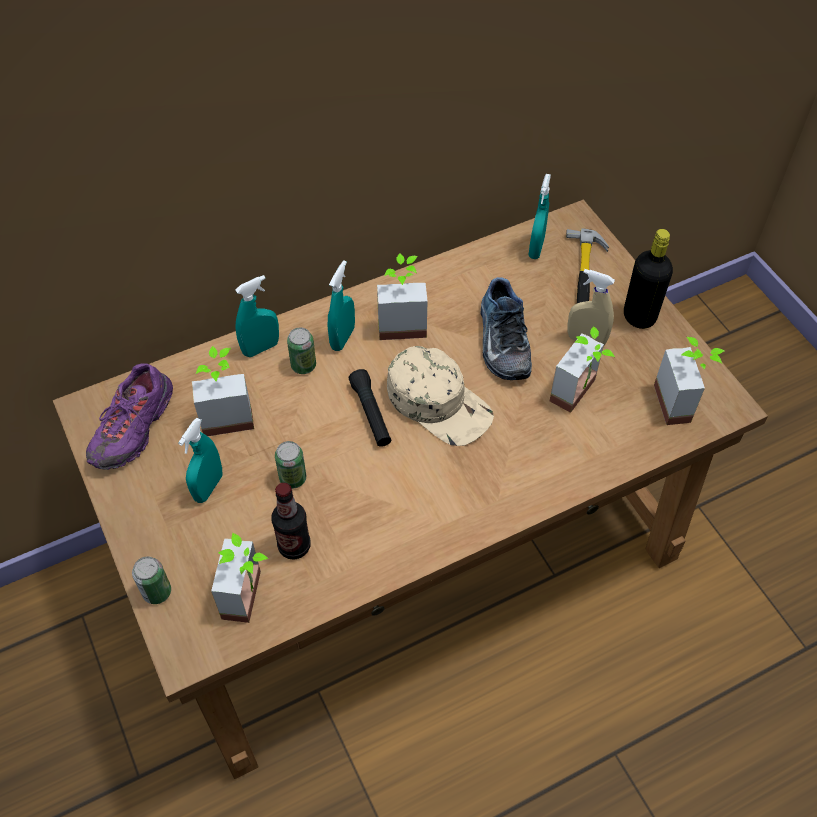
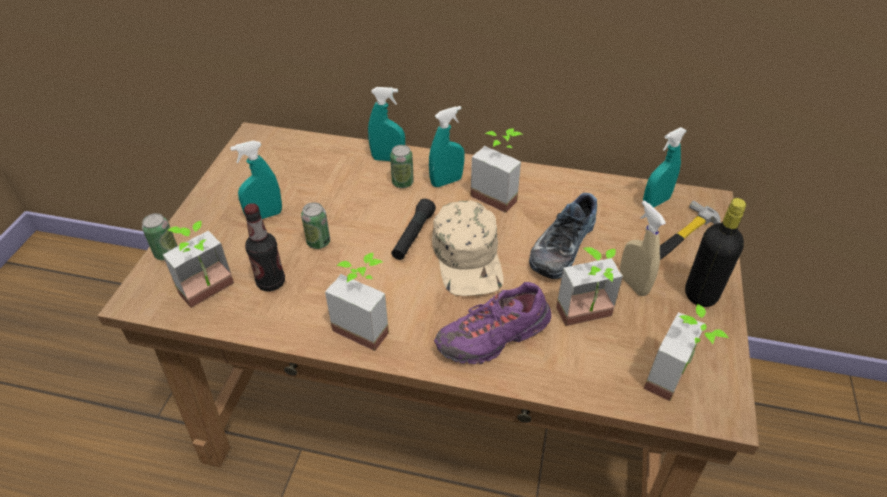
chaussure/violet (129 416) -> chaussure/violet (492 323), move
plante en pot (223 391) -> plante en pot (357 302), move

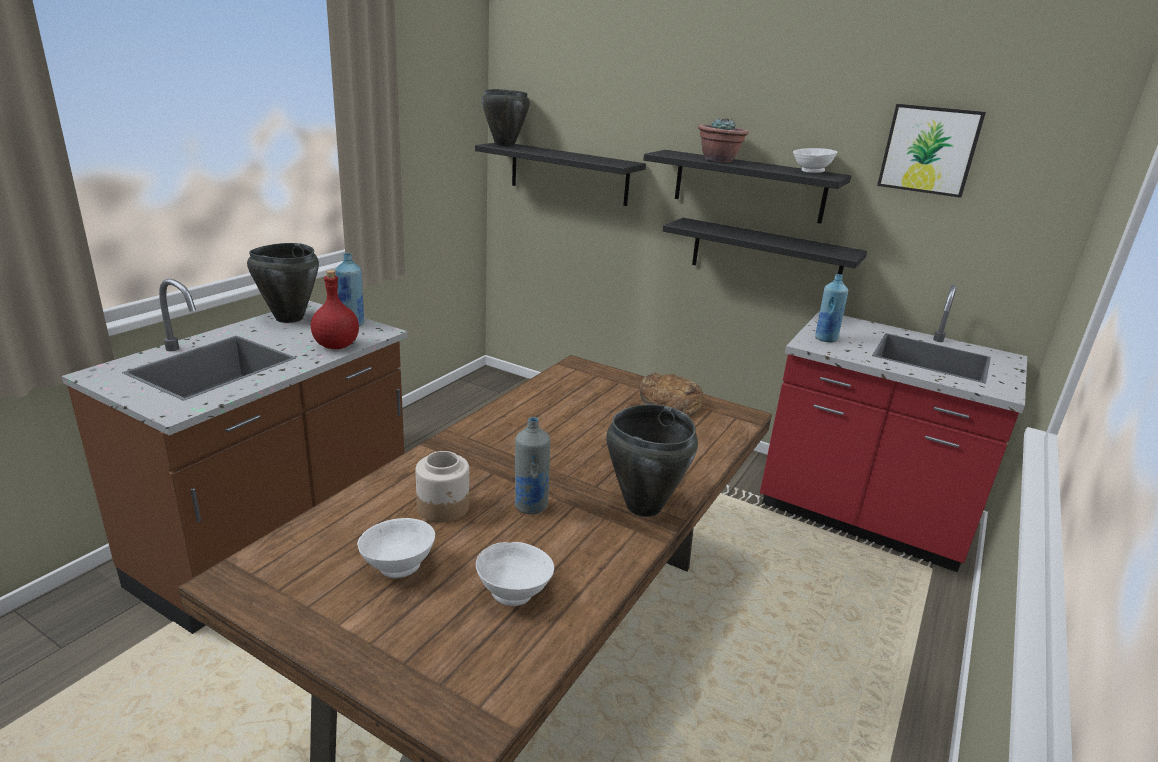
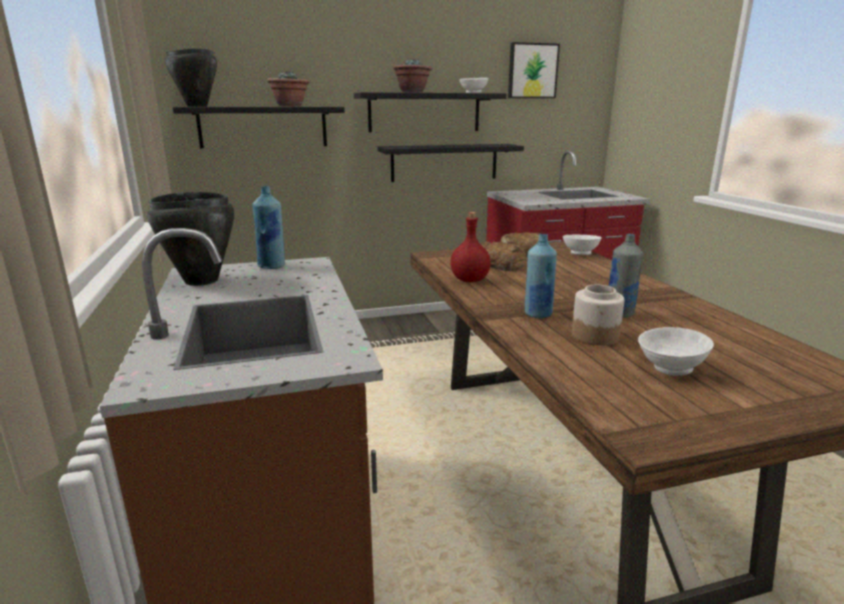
marmite/noir (652 460) -> none
none -> plante en pot (288 88)
none -> pain (503 256)
bouteille/rouge (335 309) -> bouteille/rouge (470 247), move
bol/blanc (515 574) -> bol/blanc (582 245), move
bouteille/bleu (831 308) -> bouteille/bleu (541 276), move

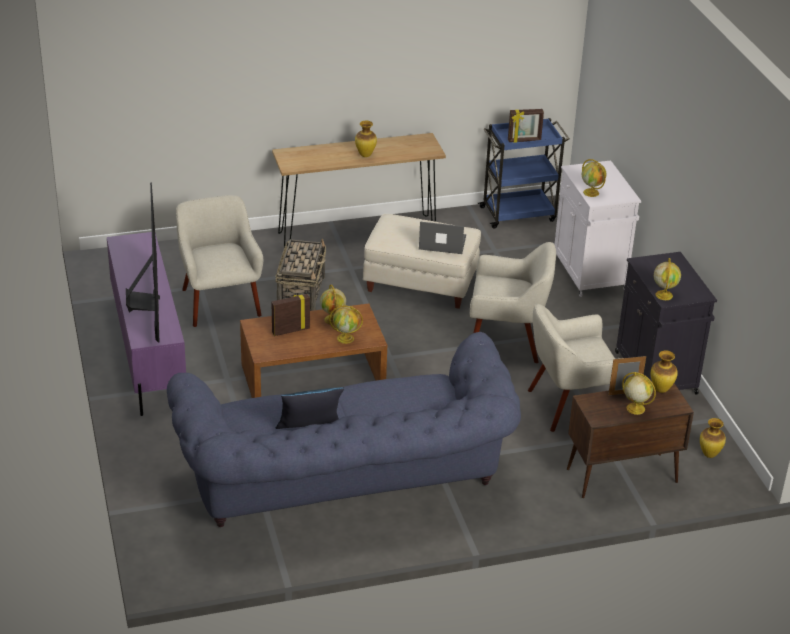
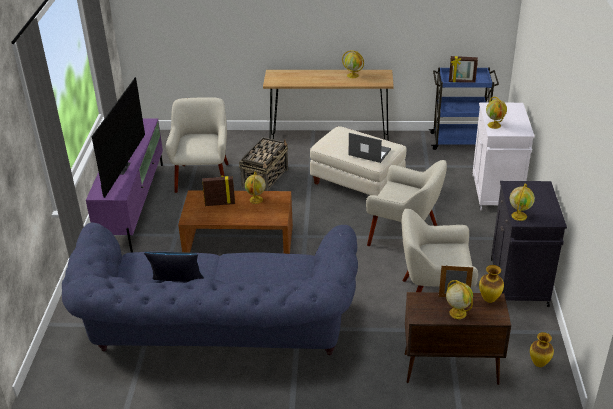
vase (366 139) -> none
globe (346 325) -> globe (353 64), move

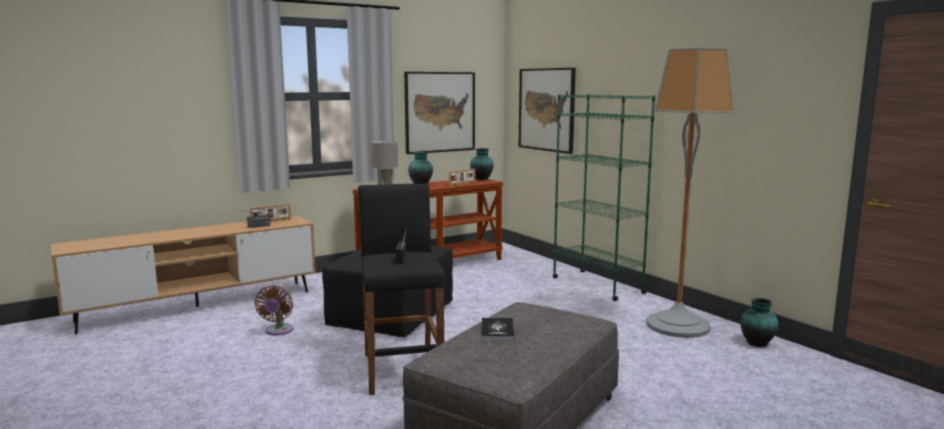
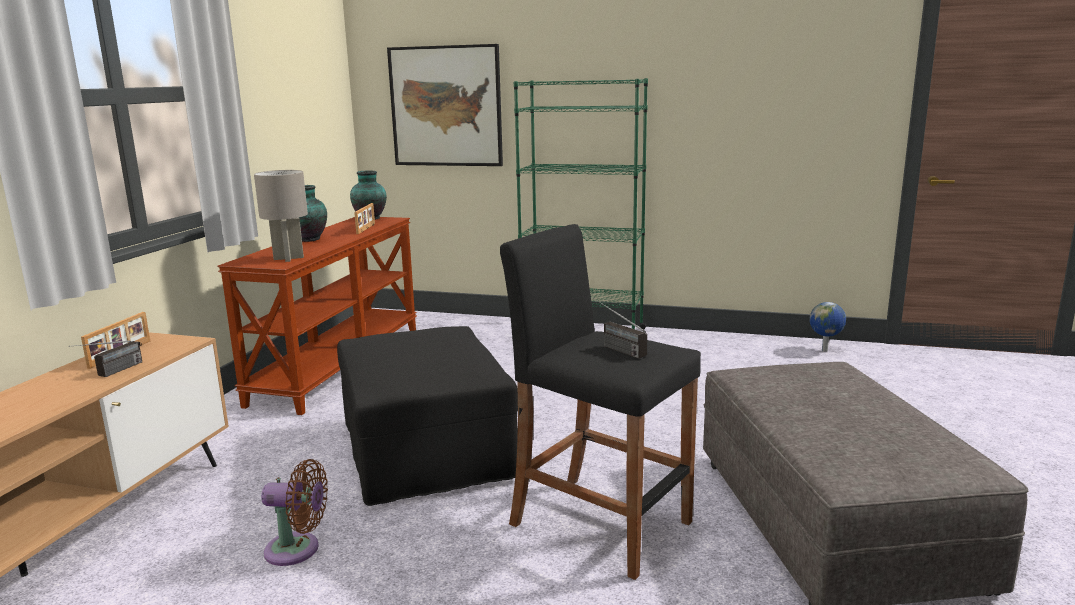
tableau (439 113) -> none
livre (498 329) -> none
lampadaire (690 193) -> none
vase (759 322) -> globe (827 327)
ventilateur/marron (274 310) -> ventilateur/marron (294 512), 45 degrees counterclockwise

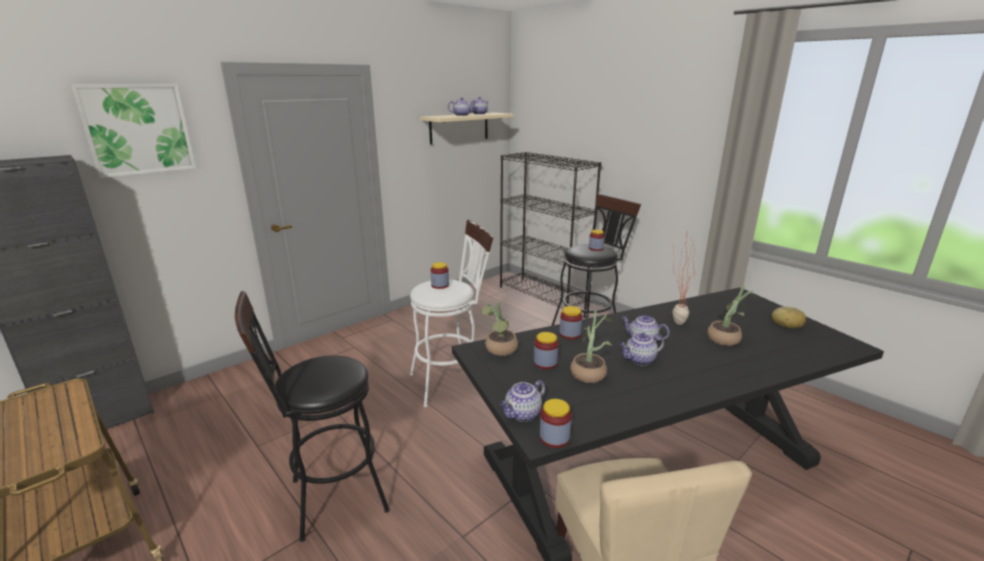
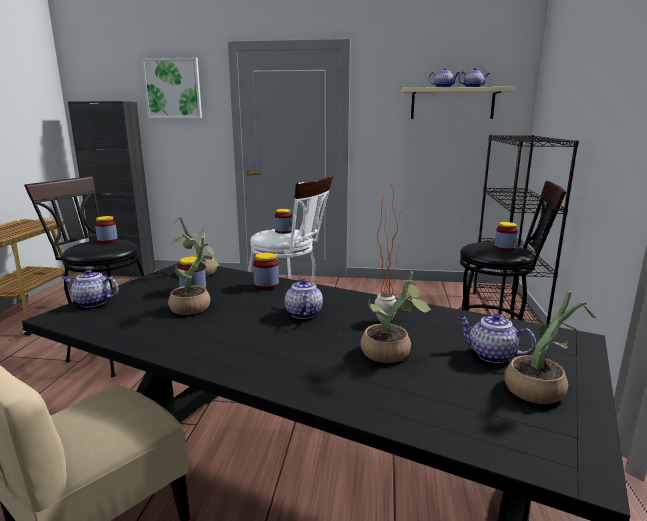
bocal (556 423) -> bocal (106 229), move
théière (642 349) -> théière (497 338), move
pain (788 317) -> plante en pot (550 347)

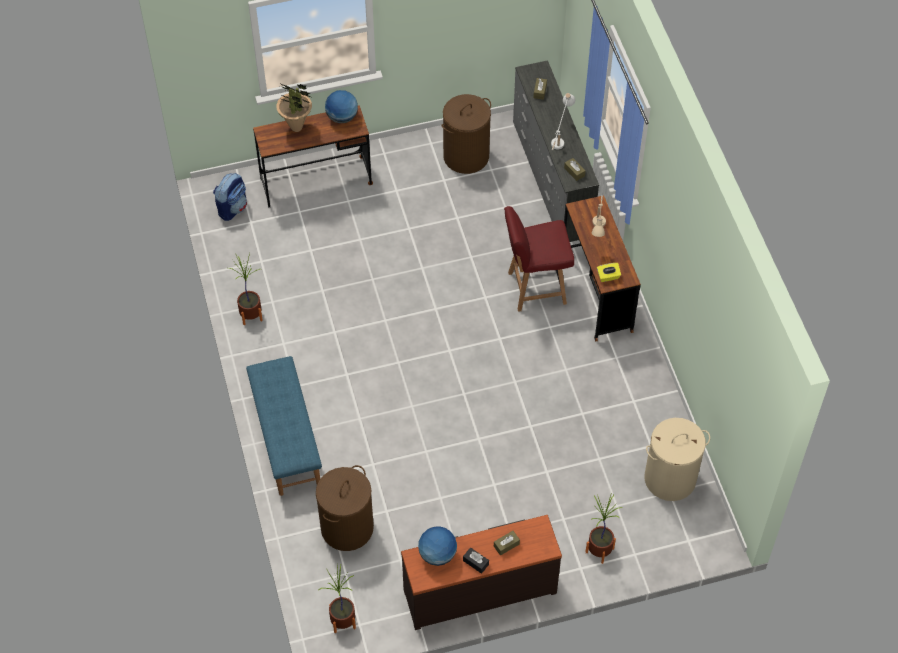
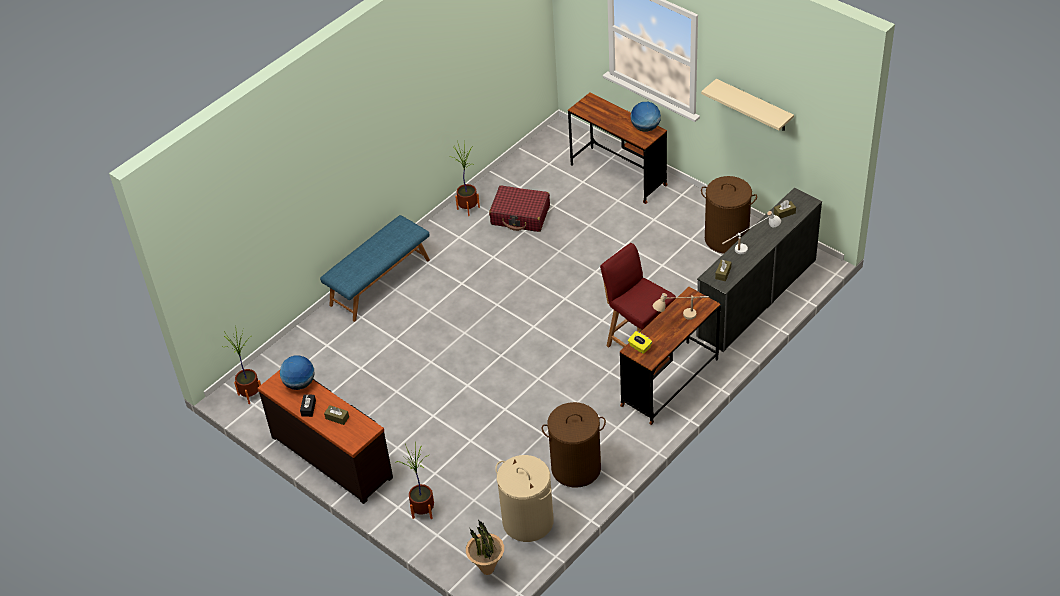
sac à dos (230 197) -> none
none -> valise/rouge (519 208)
none -> étagère/beige (747 105)
plante en pot (294 108) -> plante en pot (485 547), move
panier à linge/marron (345 508) -> panier à linge/marron (574 445), move

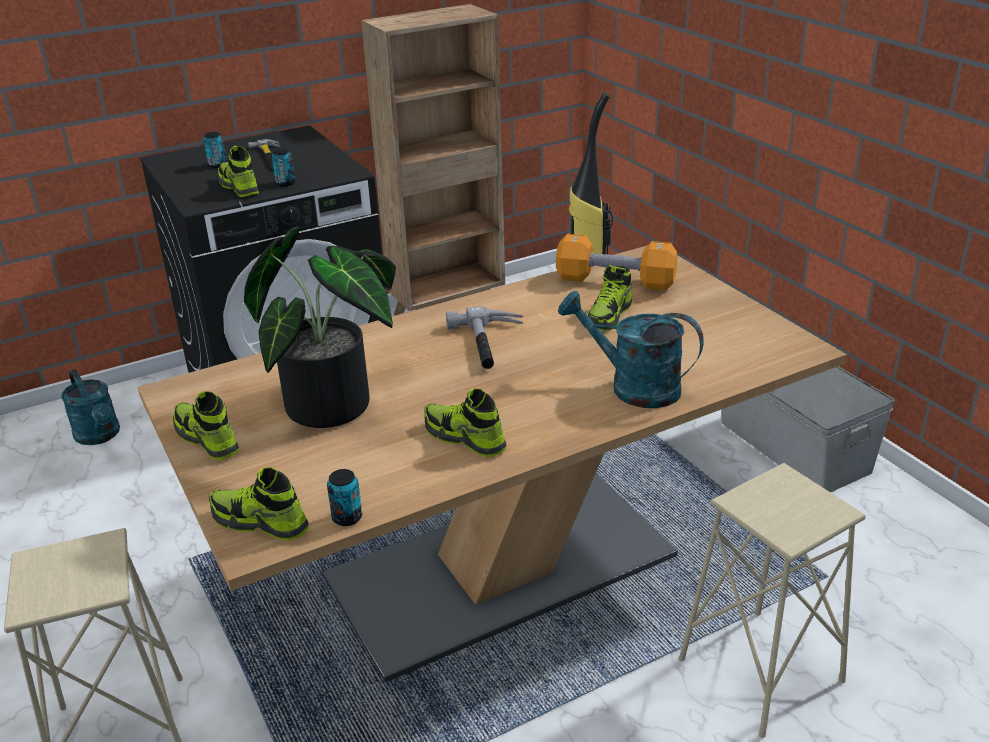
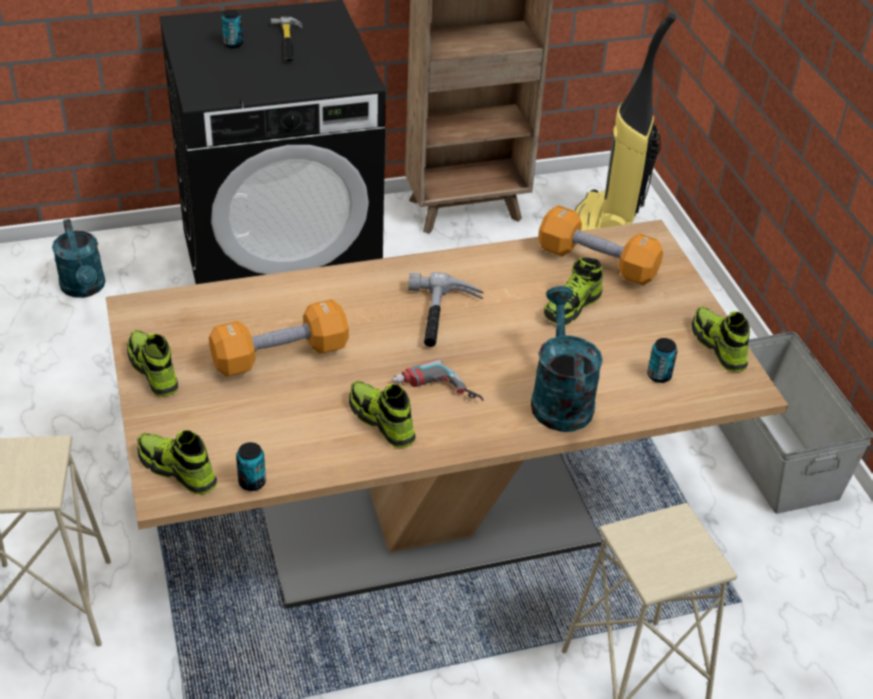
none -> perceuse (437 380)
chaussure (238 171) -> chaussure (720 339), move
boîte métallique (283 167) -> boîte métallique (662 360), move
plante en pot (320 327) -> haltère/orange (279 338)
arrosoir/turquoise (631 349) -> arrosoir/turquoise (567 359), 45 degrees clockwise

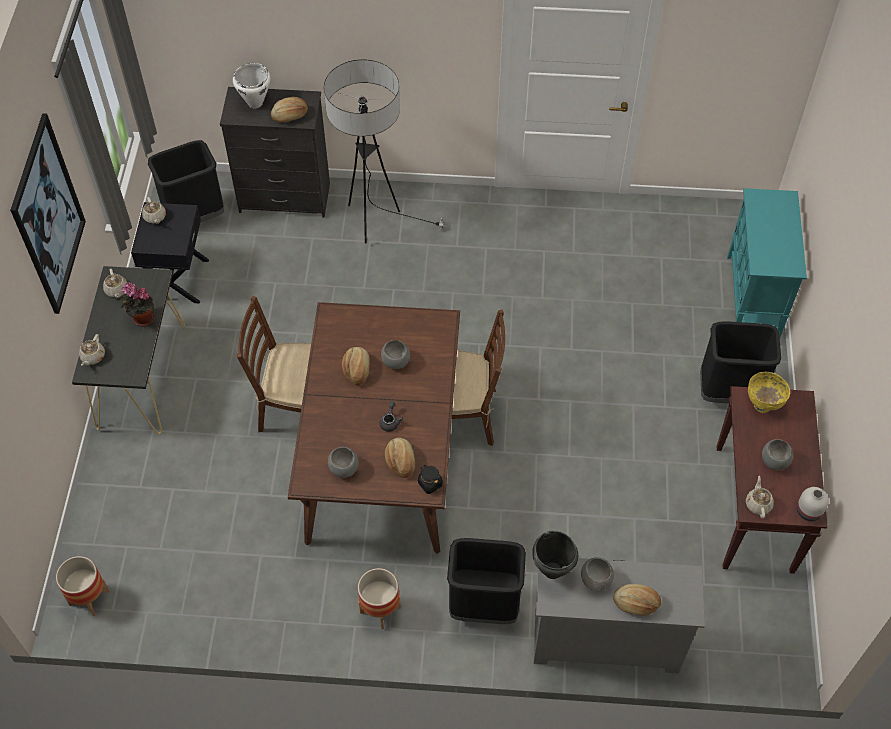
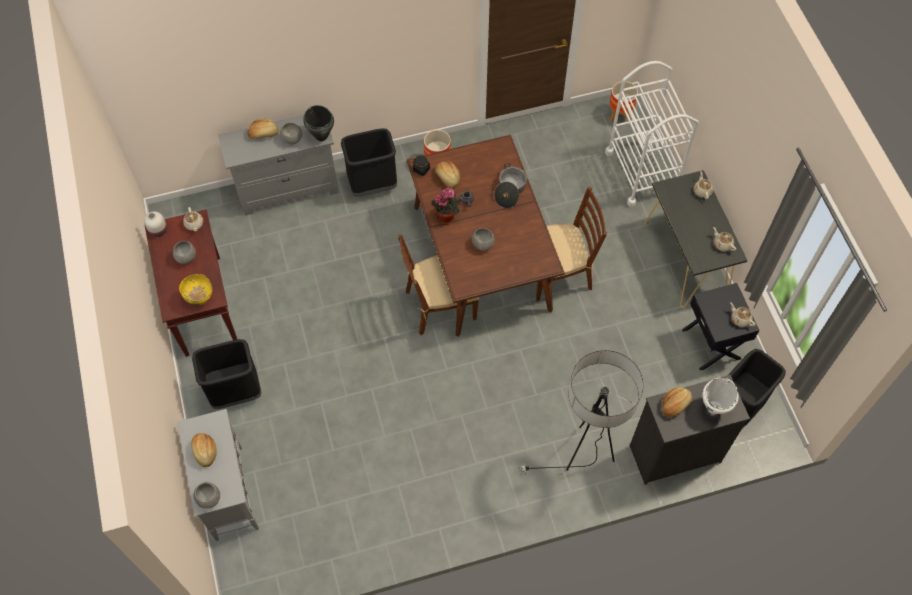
tableau (48 213) -> none
none -> marmite (510 185)
none -> chariot/blanc (652 134)
plante en pot (137 304) -> plante en pot (445 206), move
bol/gris (343 462) -> bol/gris (207 495), move
pain (356 366) -> pain (204 450), move
meuble de rangement/turquoise (767 262) -> meuble de rangement/gris (218 475)

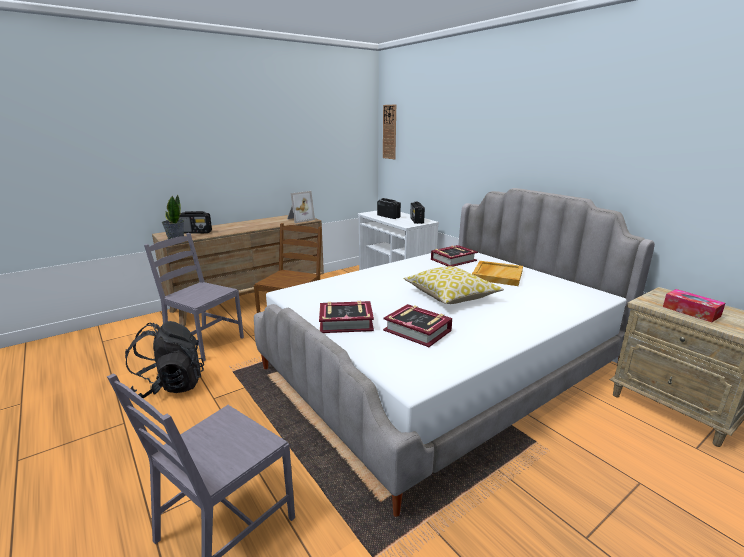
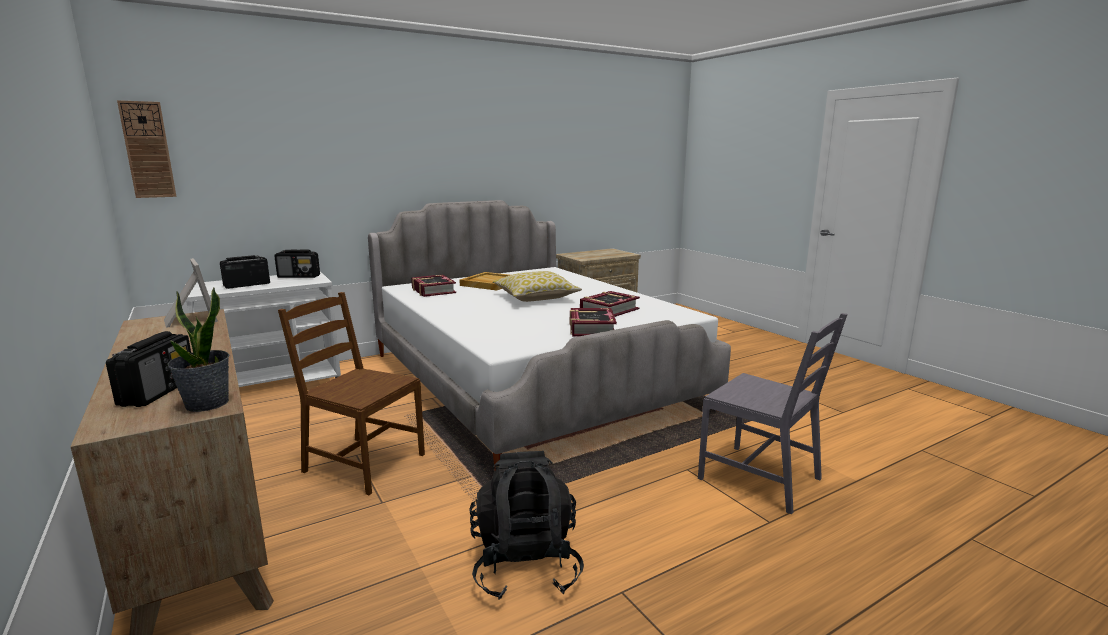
chaise/gris (194 297) -> none
boîte à mouchoirs (694 305) -> none

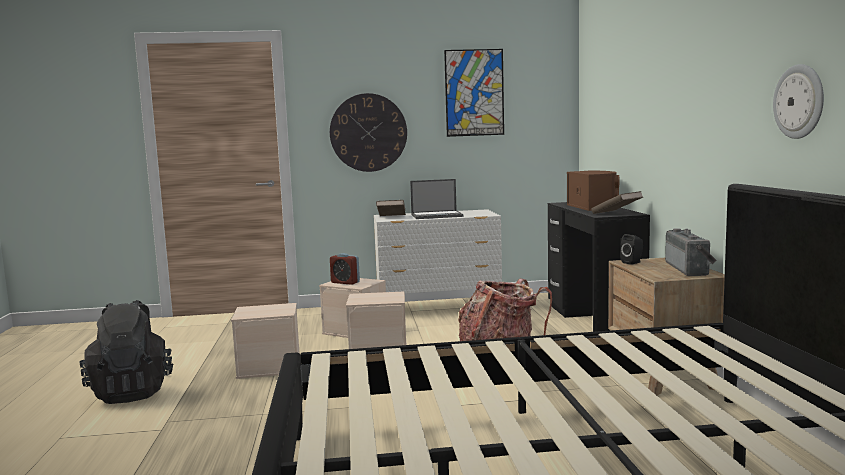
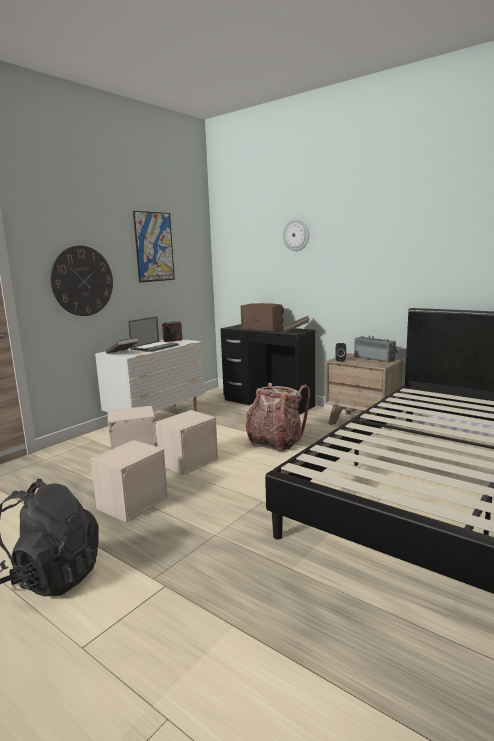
réveil (345 269) -> réveil (172 331), move
horloge murale (798 101) -> horloge murale (296 235), move

